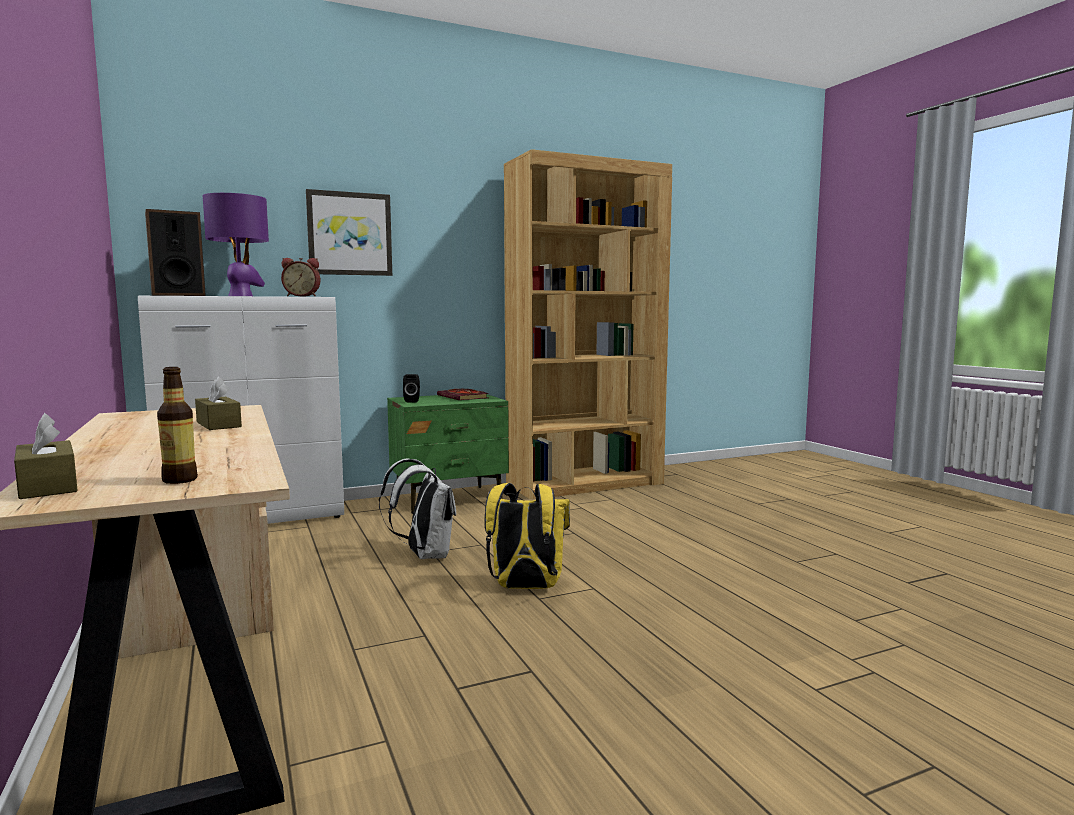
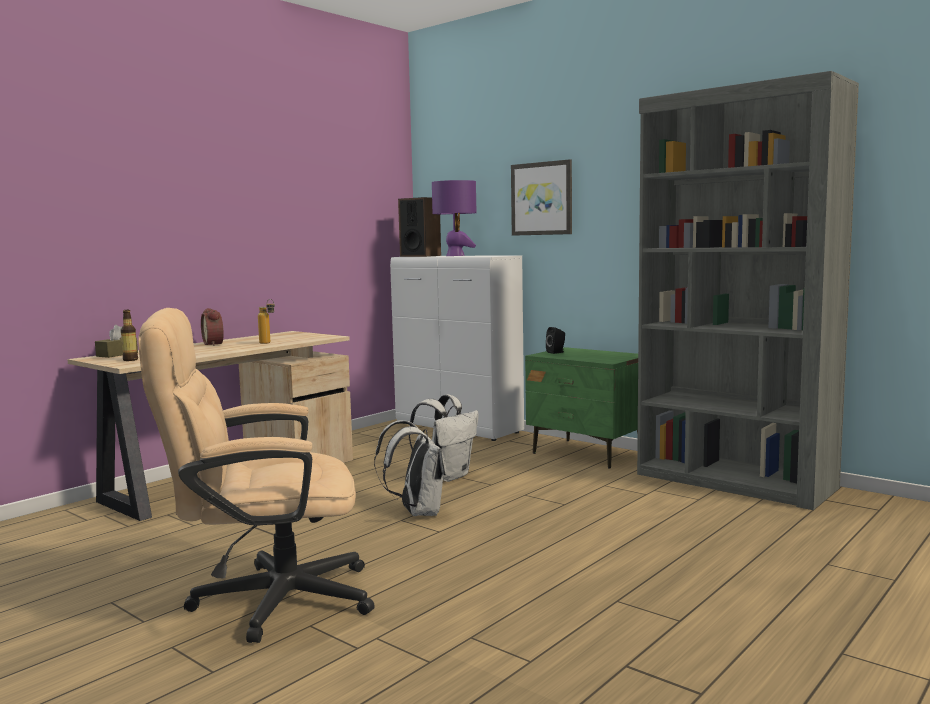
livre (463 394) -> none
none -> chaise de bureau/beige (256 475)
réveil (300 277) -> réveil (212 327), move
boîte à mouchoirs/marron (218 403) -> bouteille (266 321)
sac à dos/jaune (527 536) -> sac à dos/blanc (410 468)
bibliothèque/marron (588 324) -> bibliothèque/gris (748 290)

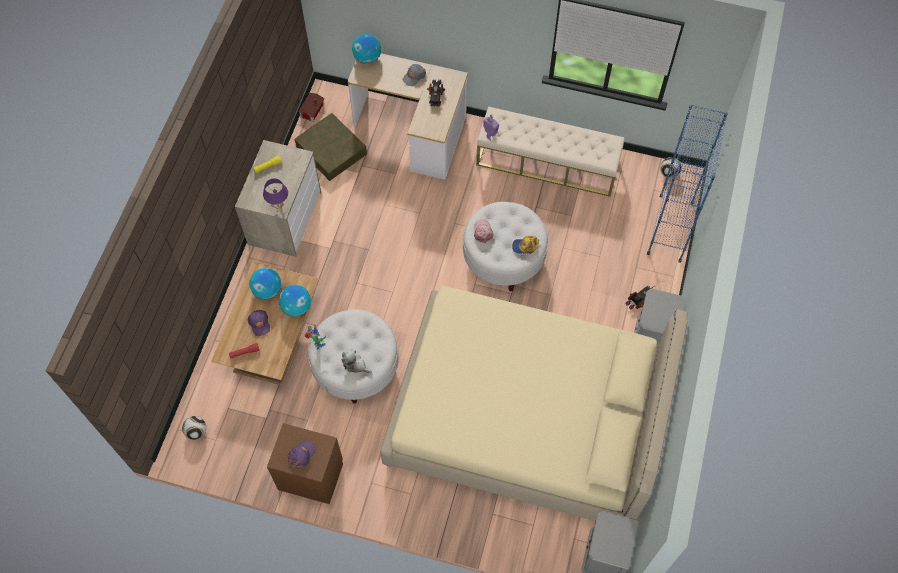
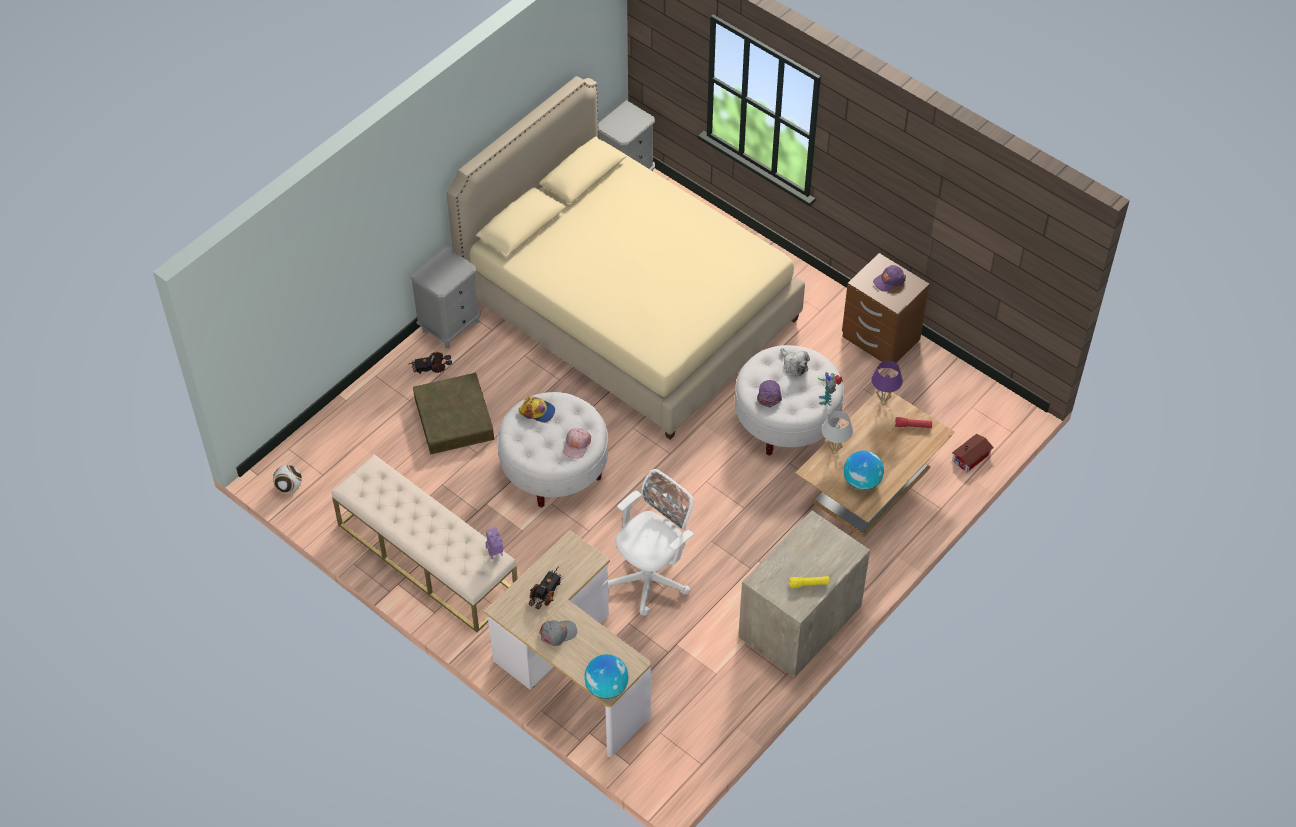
ballon de foot (194 428) -> none
bibliothèque/bleu (687 183) -> none
none -> chaise de bureau/blanc (651 542)
casquette/violet (259 323) -> casquette/violet (769 394), move
lampe de table/violet (275 195) -> lampe de table/violet (887 382), move
boîte de rangement/marron (331 147) -> boîte de rangement/marron (453 413), move
maison miniature (311 107) -> maison miniature (973 453), move
globe (295 300) -> lampe de table/blanc (837 432)

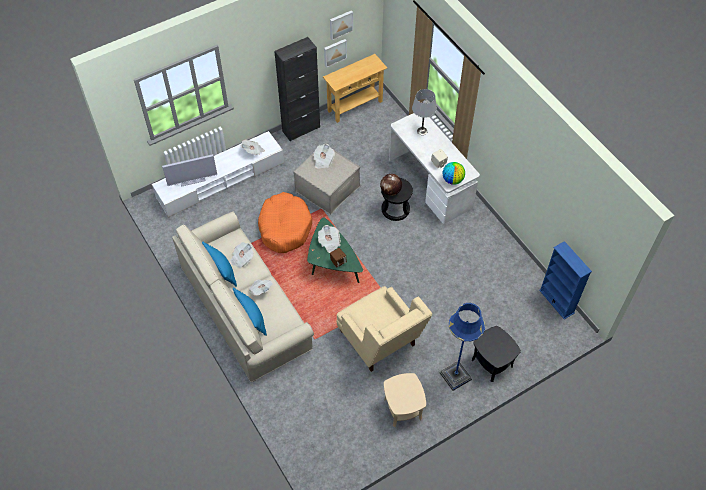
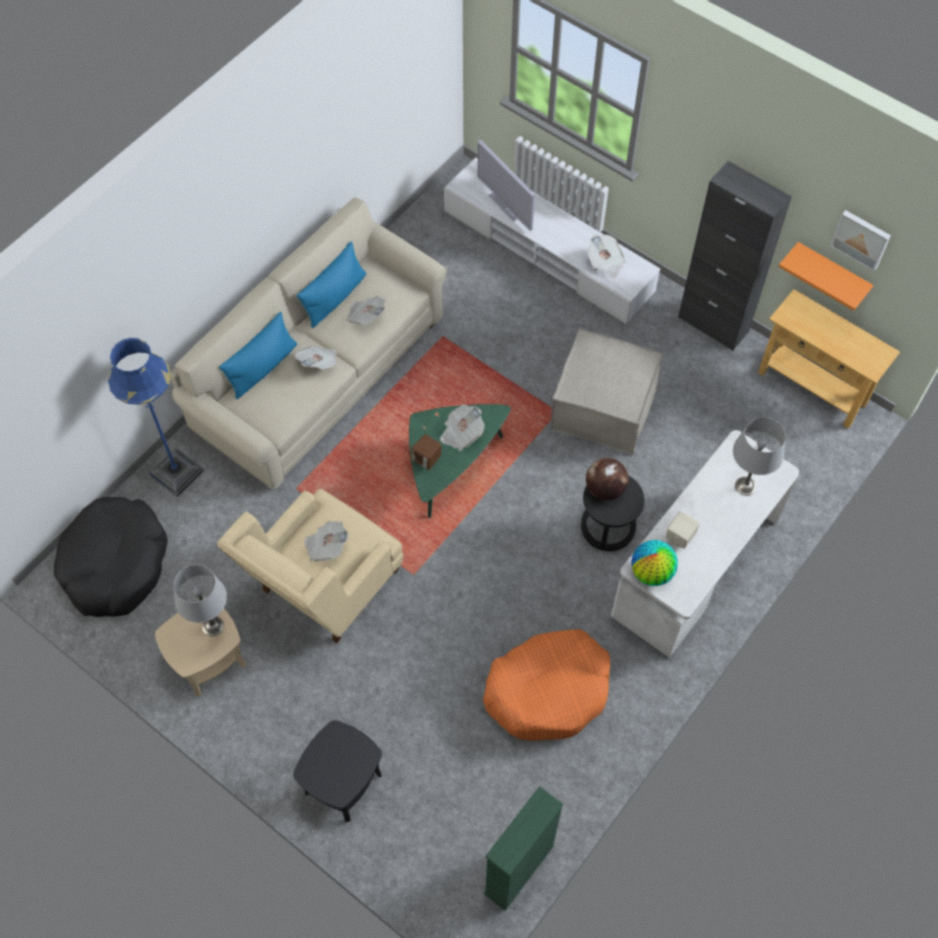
none -> panier pour chien/noir (111 557)
none -> lampe de table/gris (200 601)
panier pour chien/orange (285 222) -> panier pour chien/orange (546 685), move
journal (324 156) -> journal (326 541), move
lampadaire/bleu (462 347) -> lampadaire/bleu (156 417), move
tableau (335 53) -> étagère/orange (825 276)
bibliothèque/bleu (565 280) -> bibliothèque/vert (523 848)

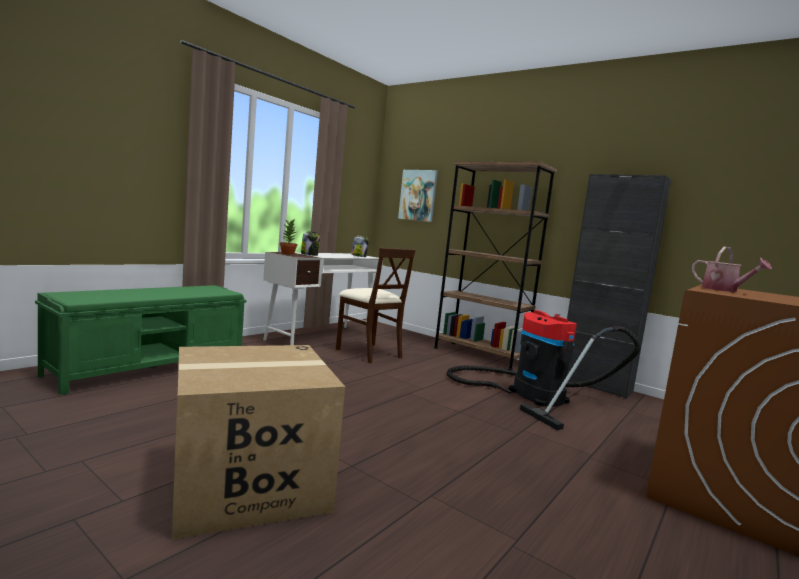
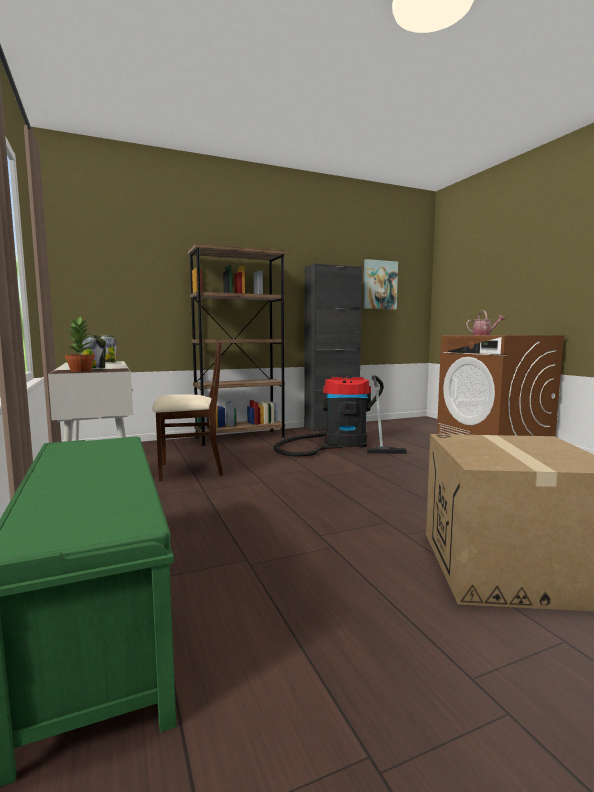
tableau (418 196) -> tableau (380 284), move

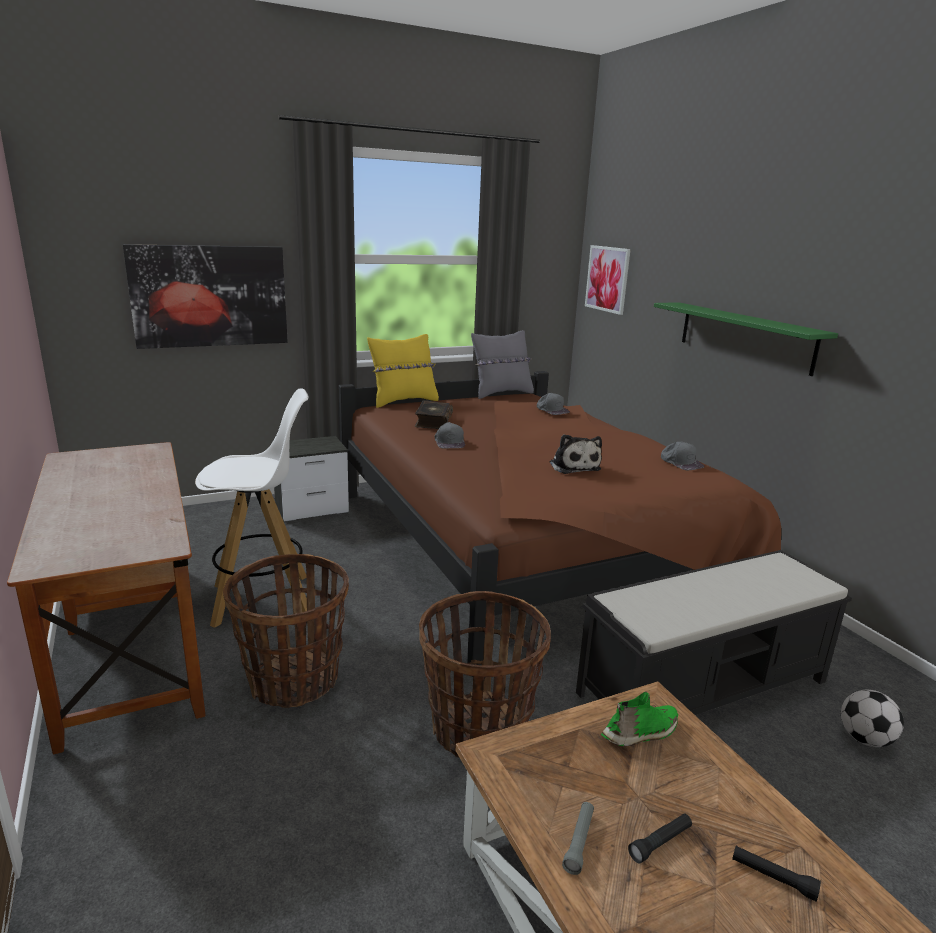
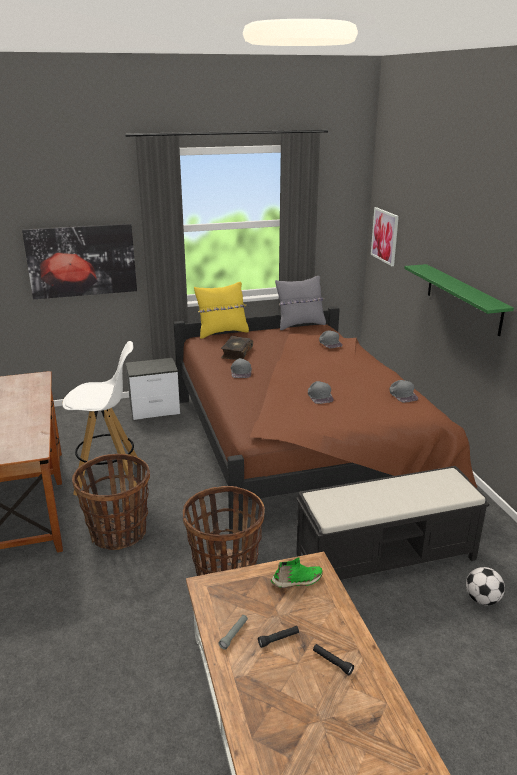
peluche (576 454) -> casquette/gris (321 392)

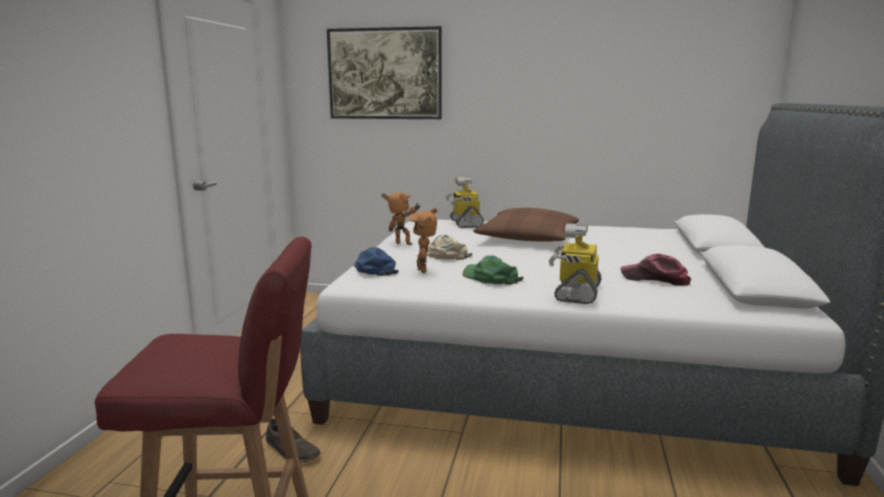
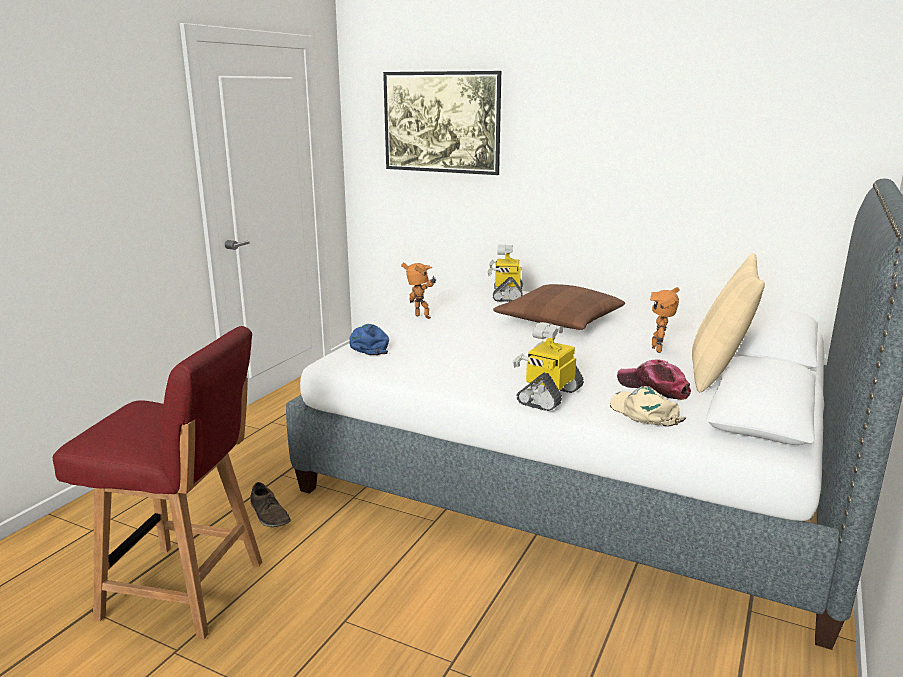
casquette/vert (493 270) -> none
none -> coussin/beige (728 323)
robot jouet (424 240) -> robot jouet (665 320), move
casquette/beige (445 247) -> casquette/beige (648 406), move

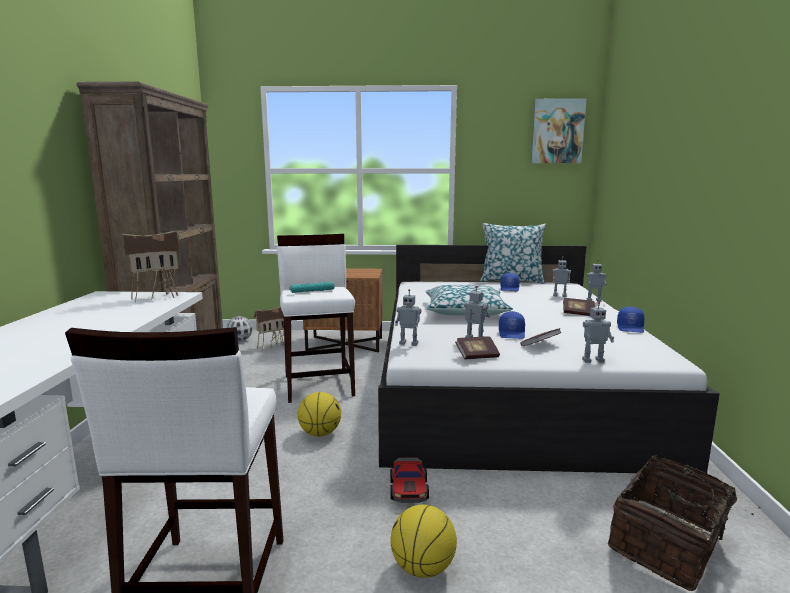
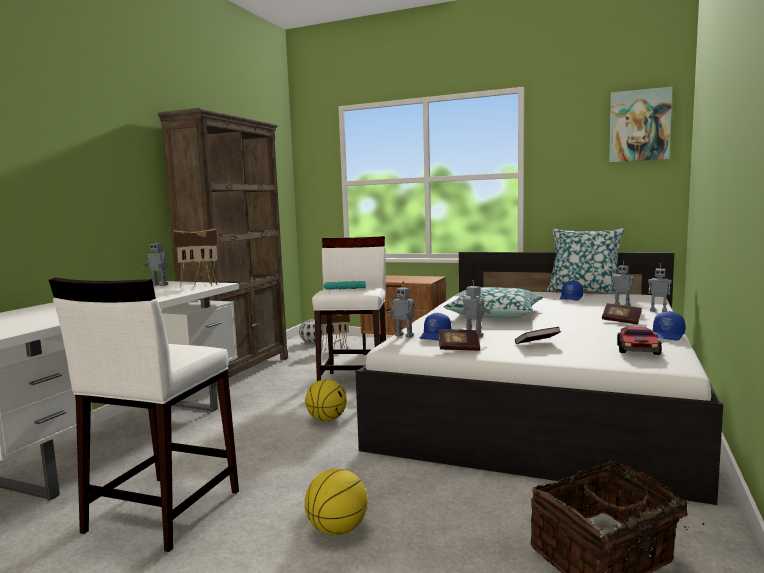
petite voiture (409 480) -> petite voiture (639 341), move
casquette/bleu (512 325) -> casquette/bleu (435 327), move
robot jouet (598 332) -> robot jouet (155 262), move

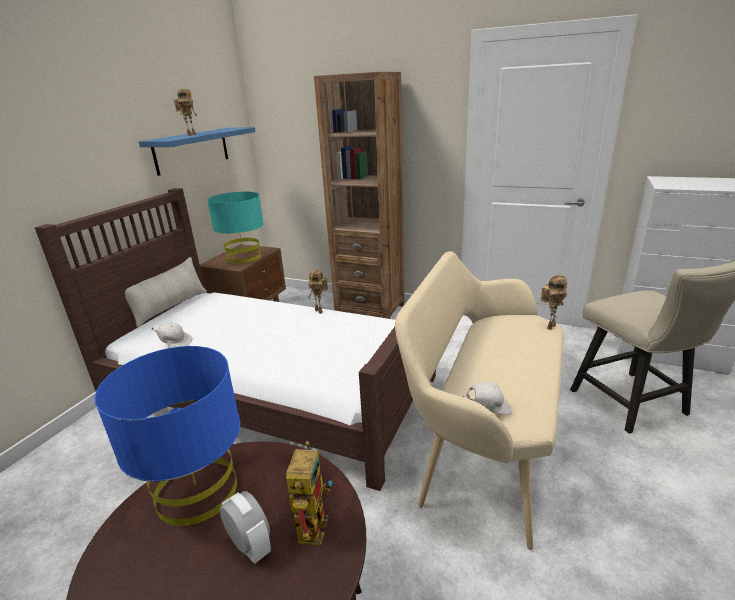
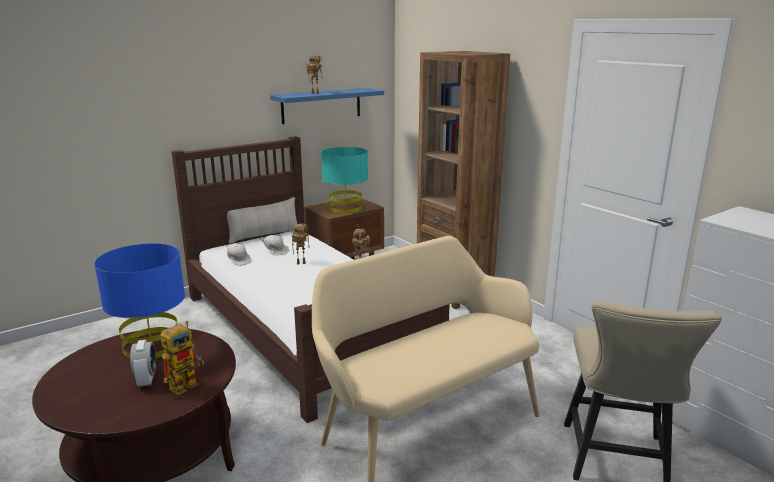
casquette/blanc (487 398) -> casquette/blanc (274 245), move
robot jouet (553 302) -> robot jouet (301 244), move

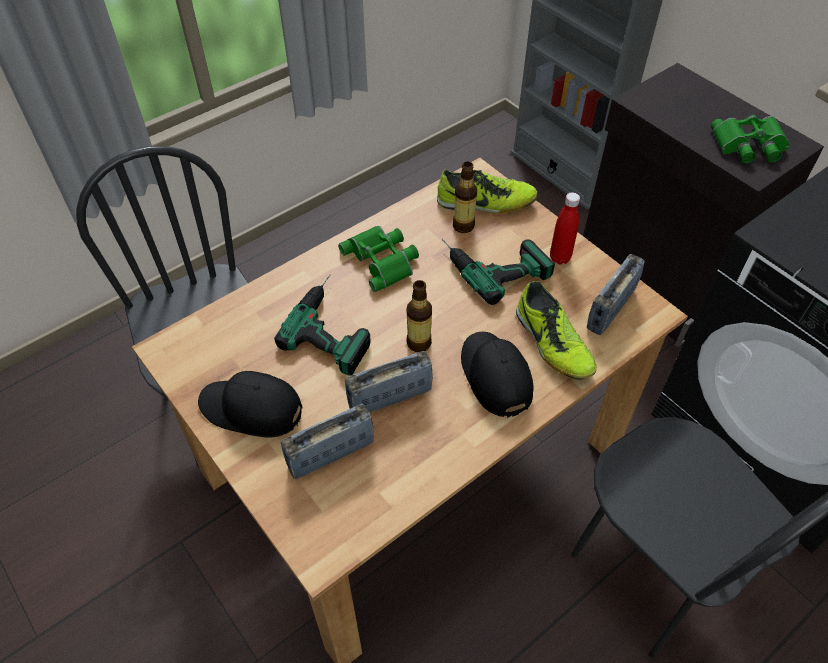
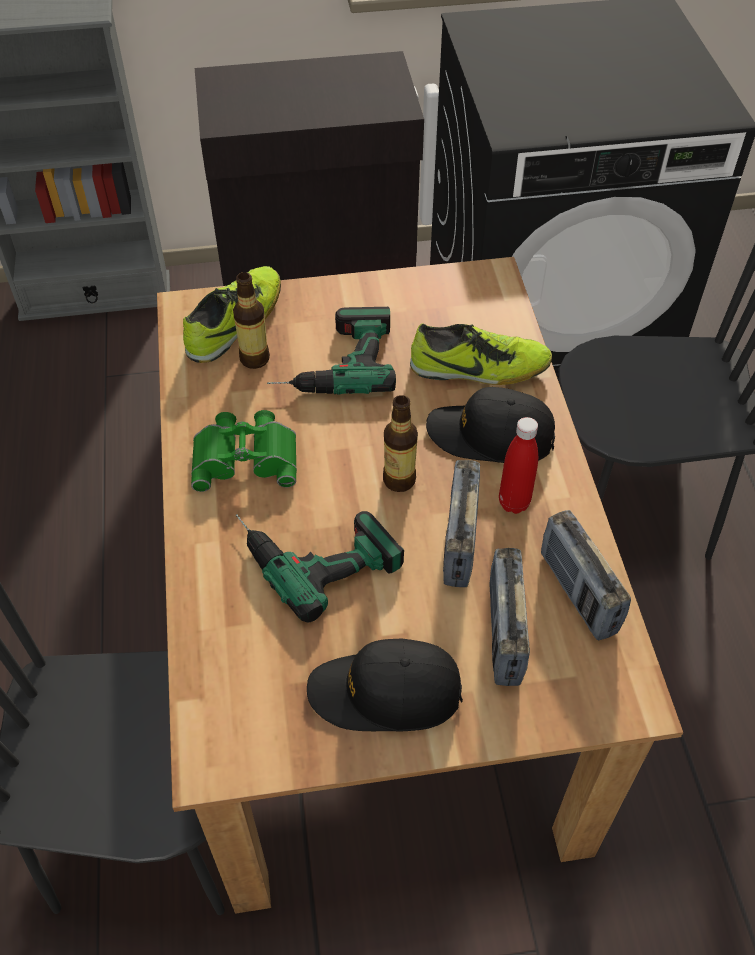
jumelles/vert (750 139) -> none
bouteille/rouge (565 228) -> bouteille/rouge (518 465), move
radio (616 294) -> radio (586 575), move
casquette/noir (250 404) -> casquette/noir (385 685), 45 degrees clockwise

